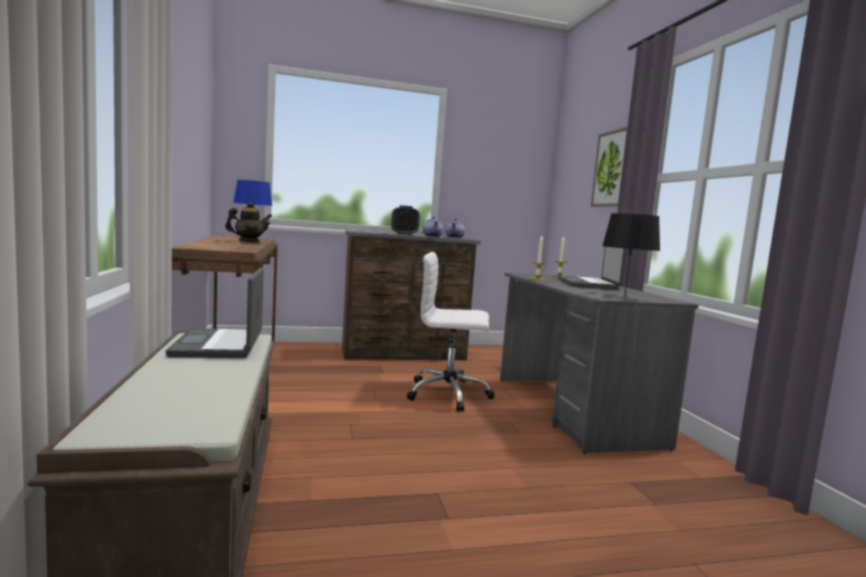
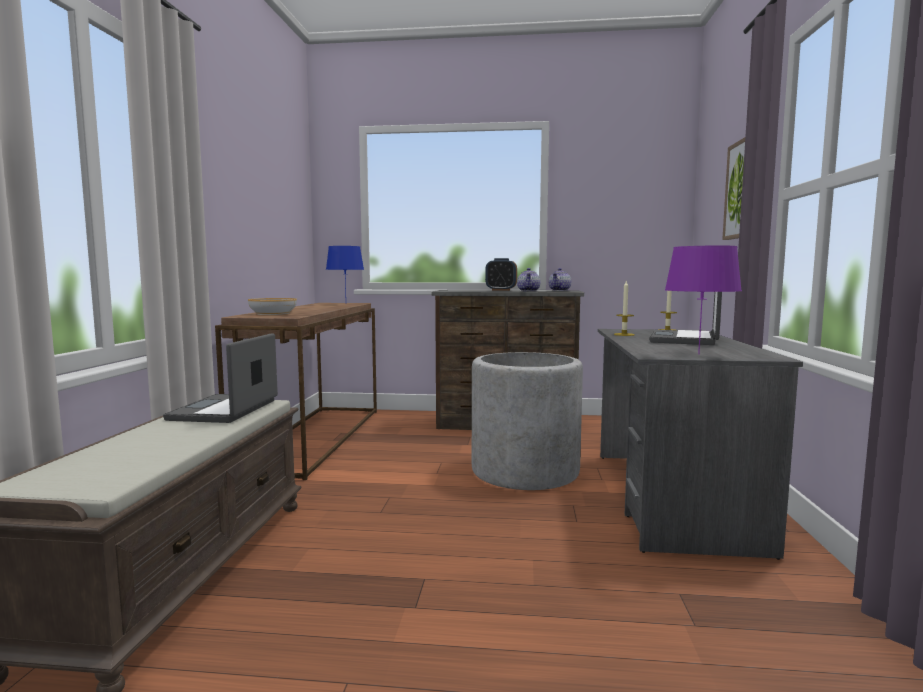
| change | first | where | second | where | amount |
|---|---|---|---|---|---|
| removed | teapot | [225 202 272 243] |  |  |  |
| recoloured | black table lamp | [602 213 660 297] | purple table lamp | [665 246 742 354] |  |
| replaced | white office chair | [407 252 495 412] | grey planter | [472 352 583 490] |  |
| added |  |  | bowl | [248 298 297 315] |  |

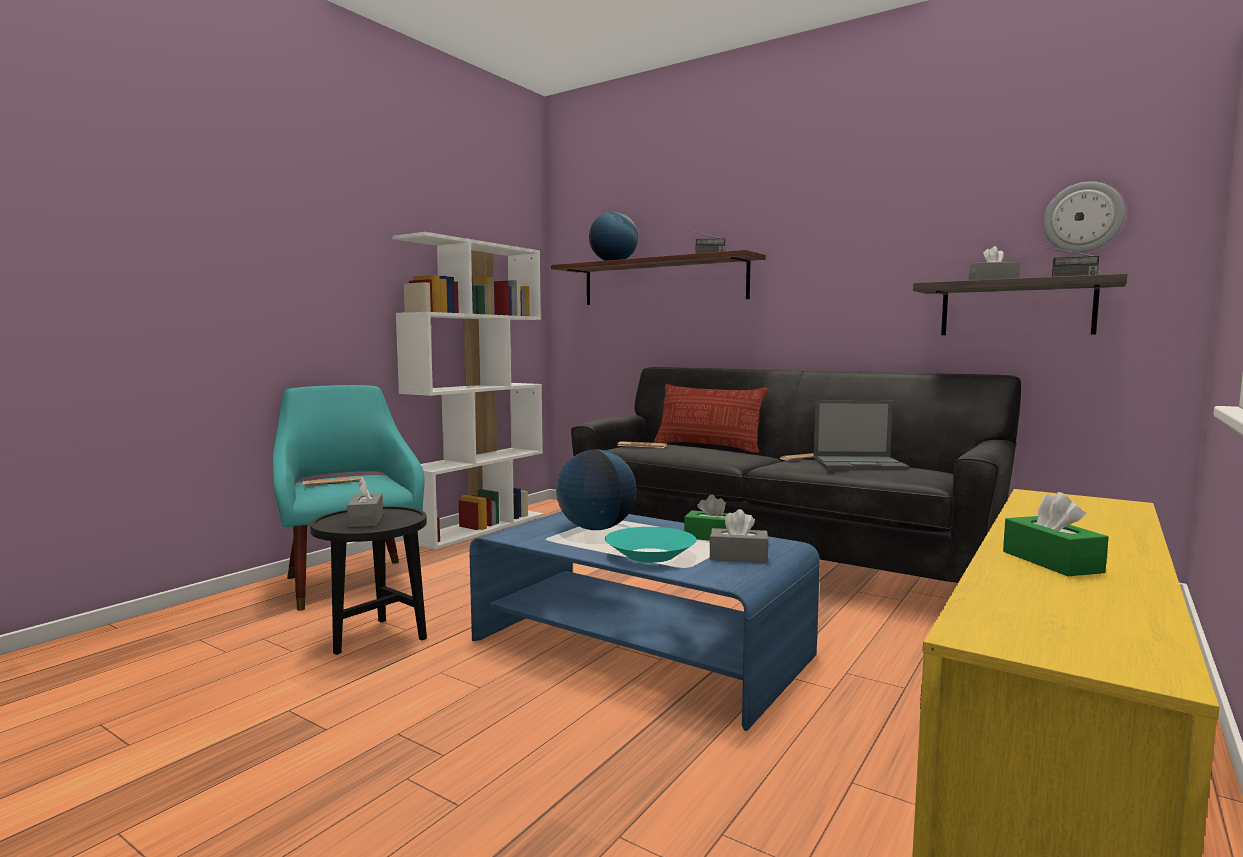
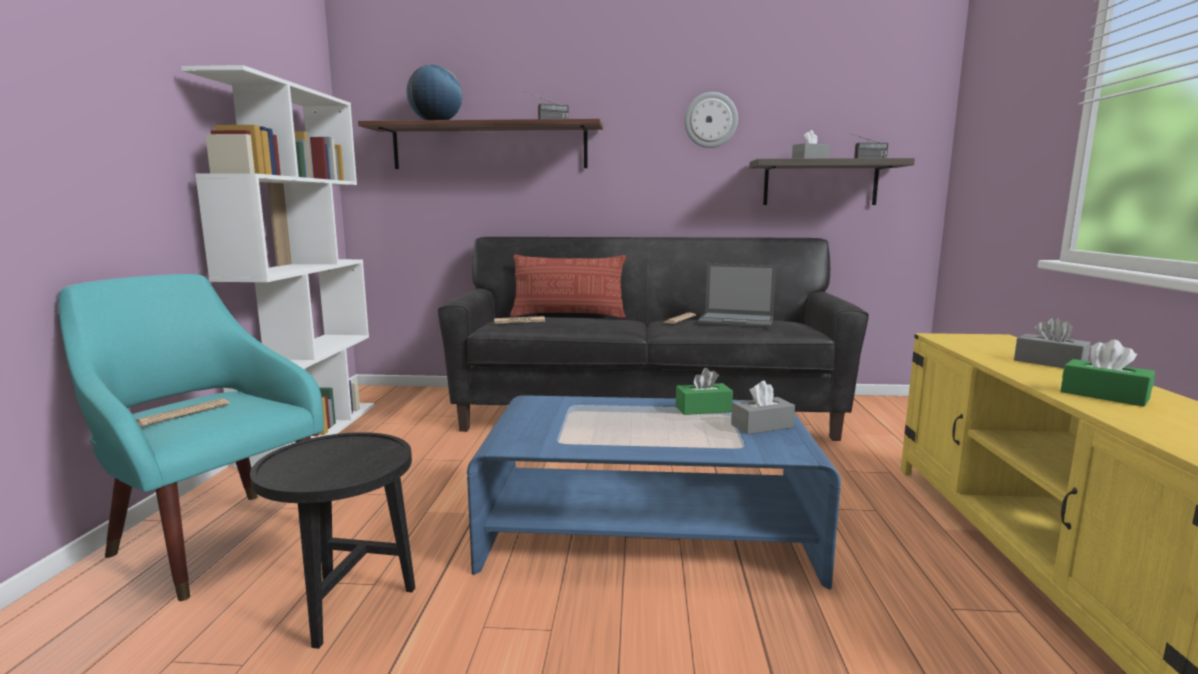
| change | first | where | second | where | amount |
|---|---|---|---|---|---|
| moved | wall clock | [1043 181 1125 253] |  | [684 92 738 148] |  |
| turned | laptop | [813 400 909 469] |  | [698 264 776 327] | 45 degrees clockwise |
| removed | globe | [556 449 637 530] |  |  |  |
| moved | grey tissue box | [347 478 383 527] |  | [1014 317 1091 368] |  |
| removed | turquoise bowl | [605 527 697 563] |  |  |  |

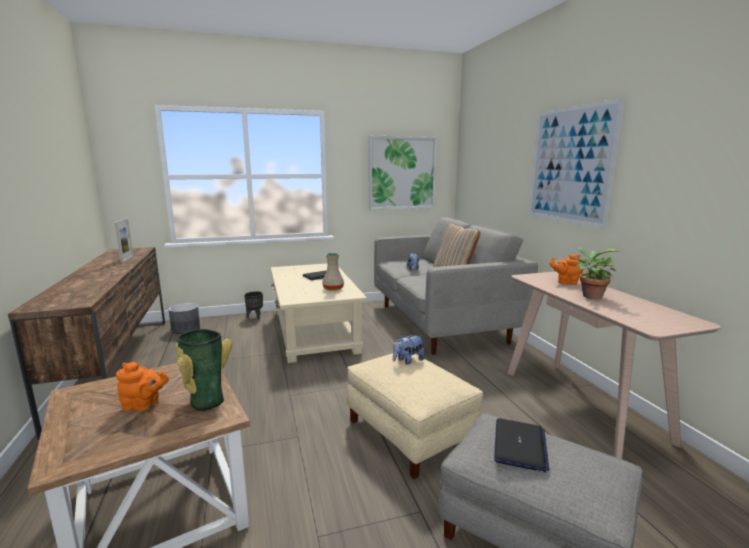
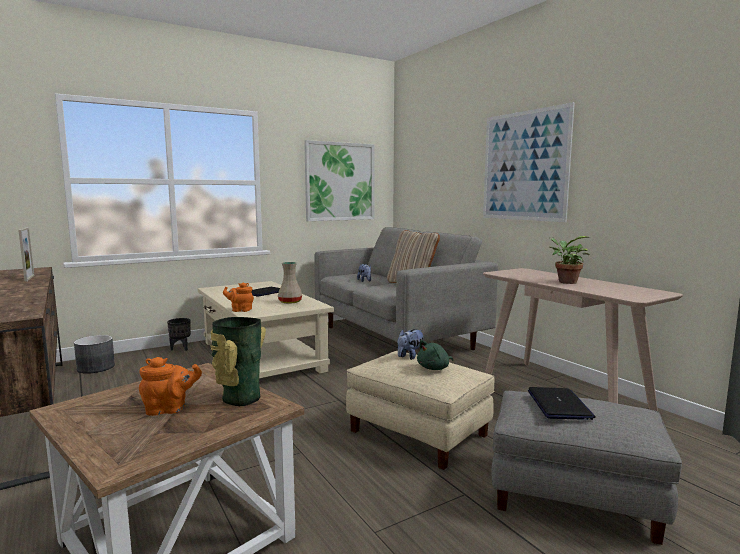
| change | first | where | second | where | amount |
|---|---|---|---|---|---|
| moved | orange teapot | [550 254 583 285] |  | [223 283 254 312] |  |
| added |  |  | green plush toy | [417 340 453 370] |  |

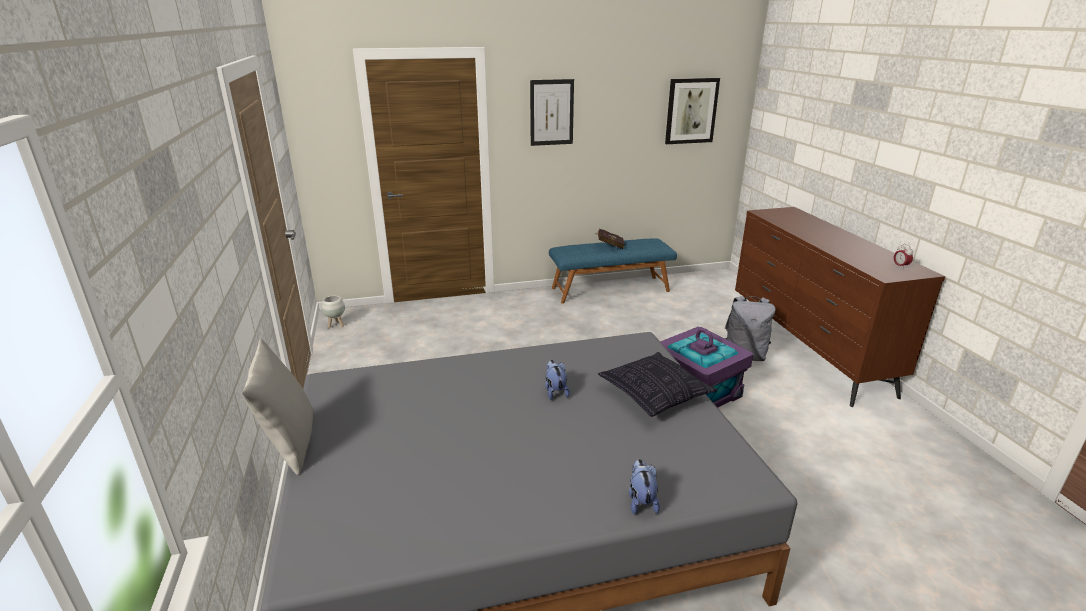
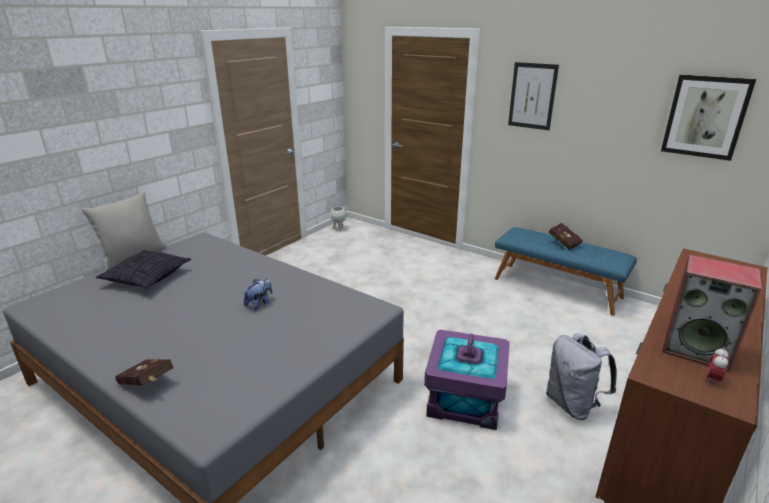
| change | first | where | second | where | amount |
|---|---|---|---|---|---|
| moved | pillow | [598 352 717 417] |  | [96 250 191 289] |  |
| replaced | plush toy | [629 459 660 515] | red book | [115 359 174 386] |  |
| added |  |  | speaker | [662 255 762 372] |  |

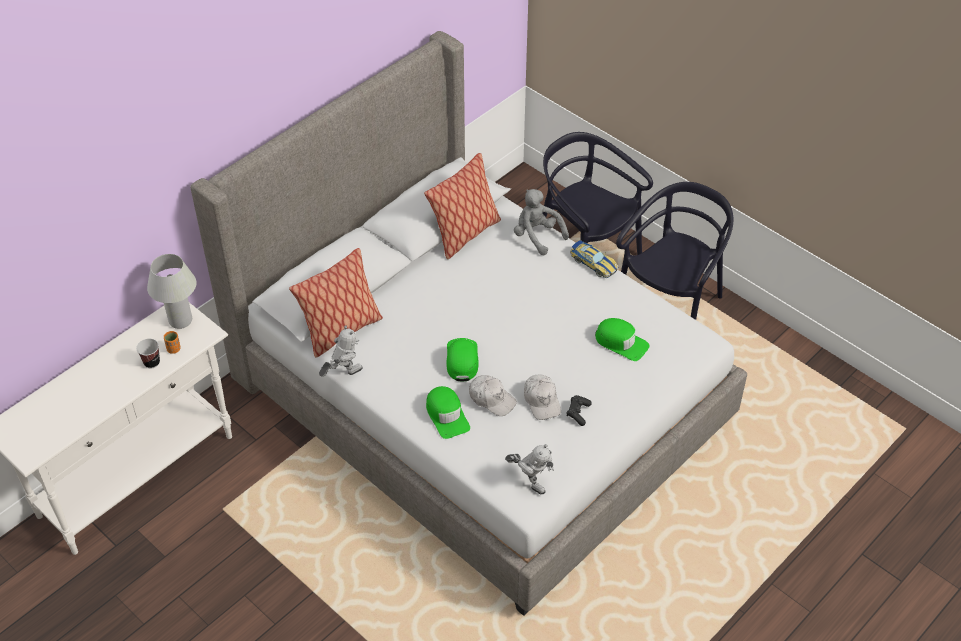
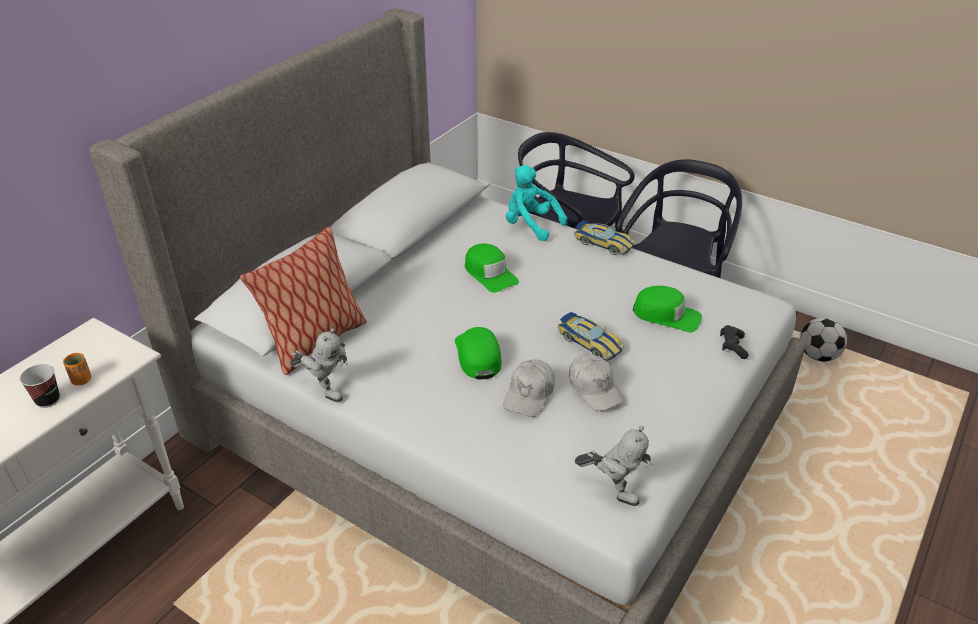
| change | first | where | second | where | amount |
|---|---|---|---|---|---|
| removed | pillow | [424 153 501 259] |  |  |  |
| recoloured | grey plush toy | [514 189 569 256] | turquoise plush toy | [506 165 567 241] |  |
| removed | white table lamp | [147 254 196 329] |  |  |  |
| turned | toy robot | [319 325 362 377] |  | [290 328 348 402] | 75 degrees clockwise |
| turned | white cap | [469 375 517 416] |  | [503 359 555 417] | 90 degrees clockwise |
| moved | green cap | [426 386 470 439] |  | [465 243 519 293] |  |
| moved | black game controller | [567 395 592 426] |  | [720 325 749 359] |  |
| added |  |  | toy car | [558 312 623 361] |  |
| added |  |  | football | [800 318 847 362] |  |

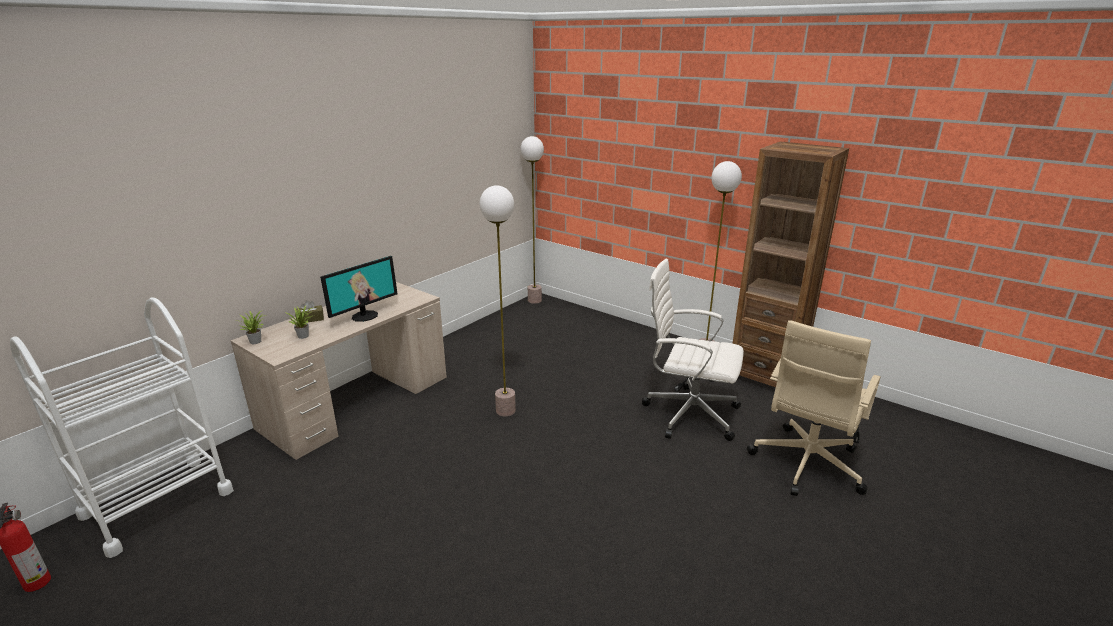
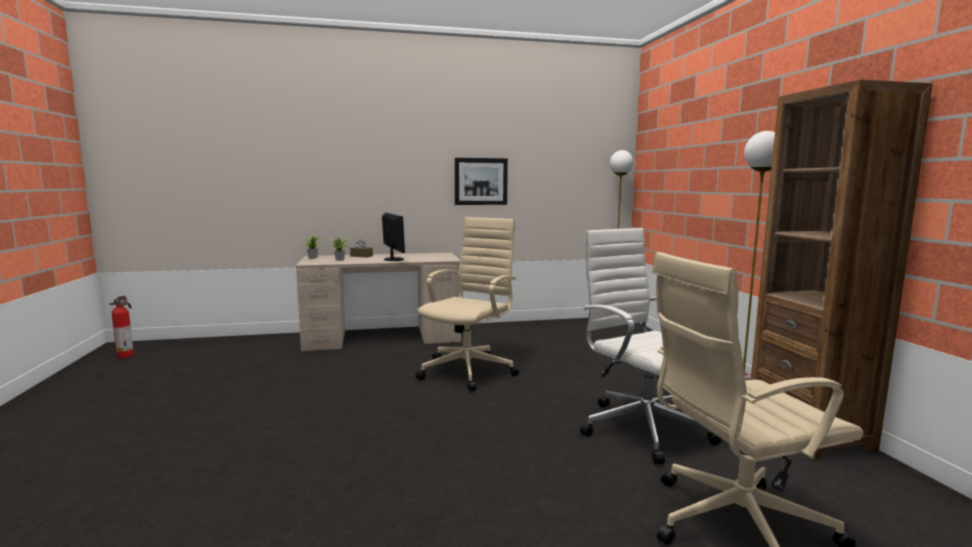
| change | first | where | second | where | amount |
|---|---|---|---|---|---|
| replaced | floor lamp | [480 185 516 416] | beige office chair | [416 217 519 391] |  |
| turned | monitor | [320 256 398 322] |  | [382 213 405 261] | 105 degrees counterclockwise |
| removed | white cart | [10 297 234 558] |  |  |  |
| added |  |  | picture | [455 158 508 205] |  |

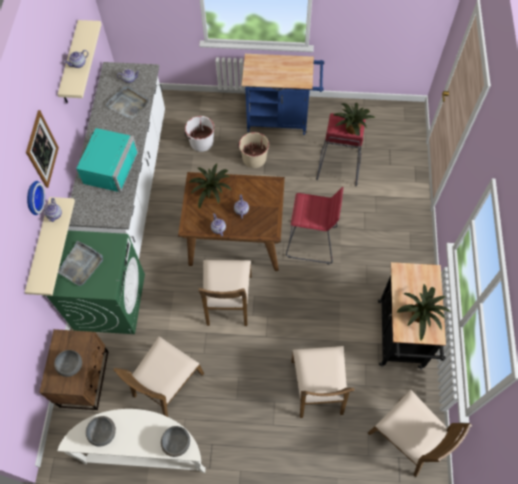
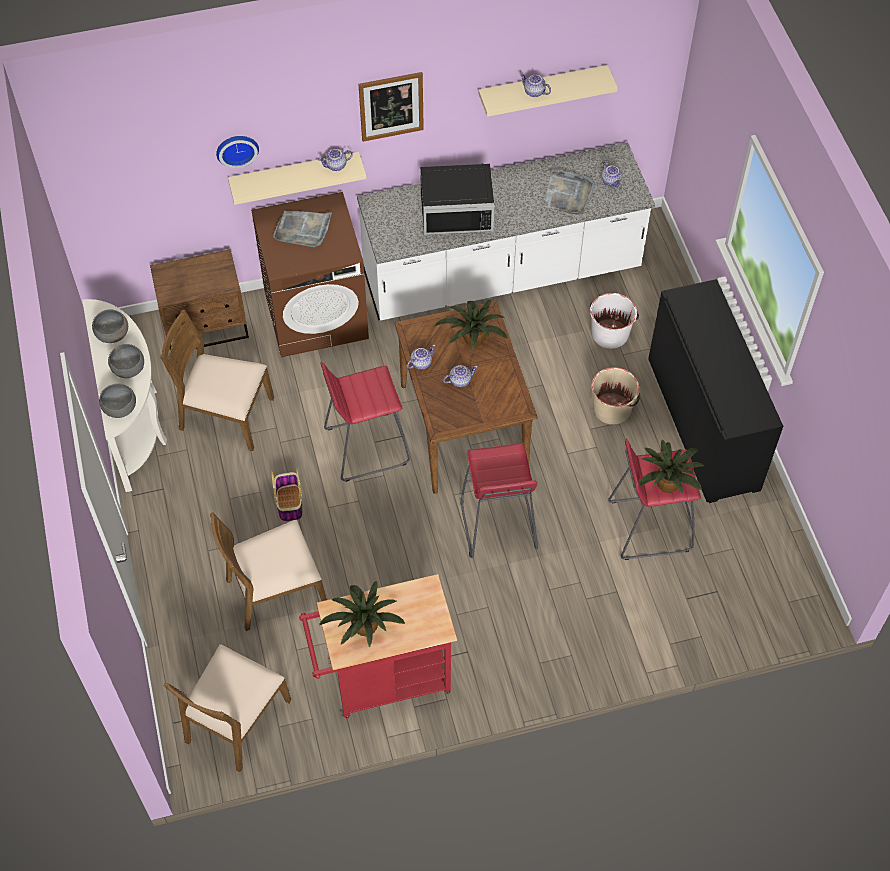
| change | first | where | second | where | amount |
|---|---|---|---|---|---|
| replaced | blue cart | [242 54 324 135] | black cabinet | [648 279 783 503] |  |
| recoloured | turquoise microwave | [76 128 138 192] | black microwave | [420 163 495 235] |  |
| moved | wall clock | [27 181 45 215] |  | [216 136 259 168] |  |
| recoloured | green washing machine | [43 230 145 334] | brown washing machine | [251 192 369 357] |  |
| replaced | brown chair | [199 260 252 326] | red stool | [320 362 410 482] |  |
| recoloured | black cart | [378 262 446 370] | red cart | [299 574 457 719] |  |
| moved | grey bowl | [54 350 82 377] |  | [108 344 144 378] |  |
| added |  |  | basket | [271 468 303 522] |  |

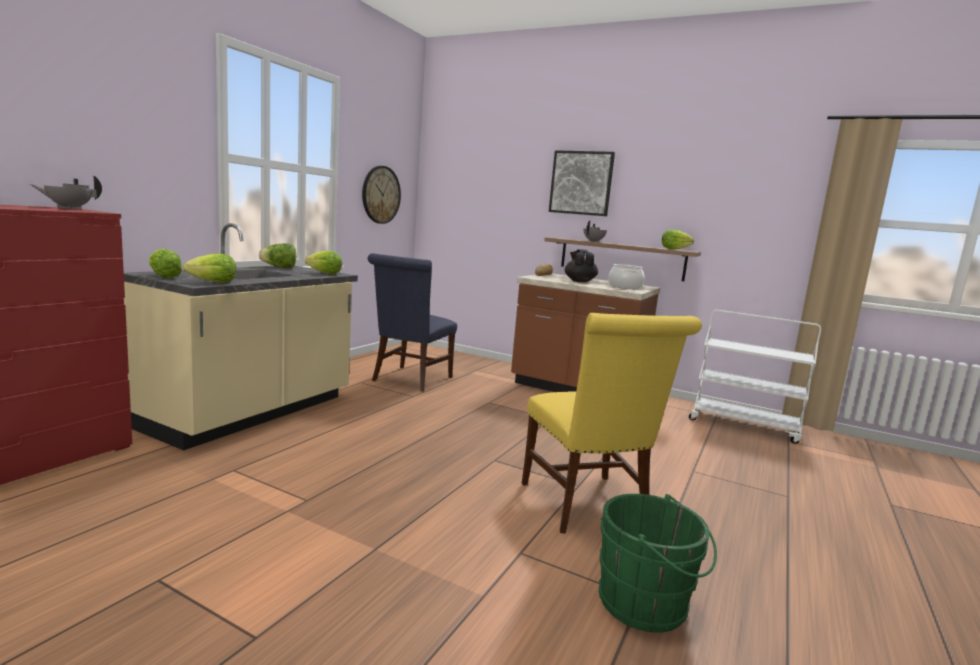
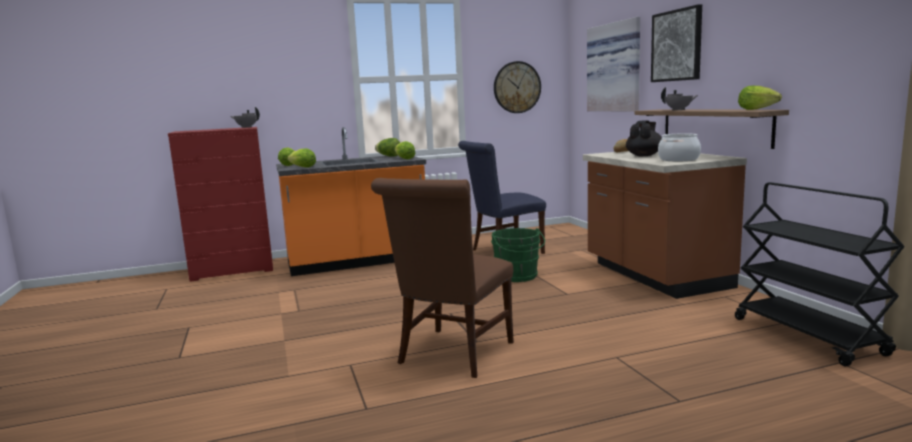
| change | first | where | second | where | amount |
|---|---|---|---|---|---|
| recoloured | beige counter | [124 223 358 450] | orange counter | [276 127 426 276] |  |
| recoloured | white cart | [689 310 821 444] | black cart | [735 182 905 366] |  |
| recoloured | yellow chair | [522 313 702 534] | brown chair | [371 178 514 378] |  |
| moved | green bucket | [599 494 717 633] |  | [491 228 545 282] |  |
| added |  |  | picture | [587 17 640 112] |  |

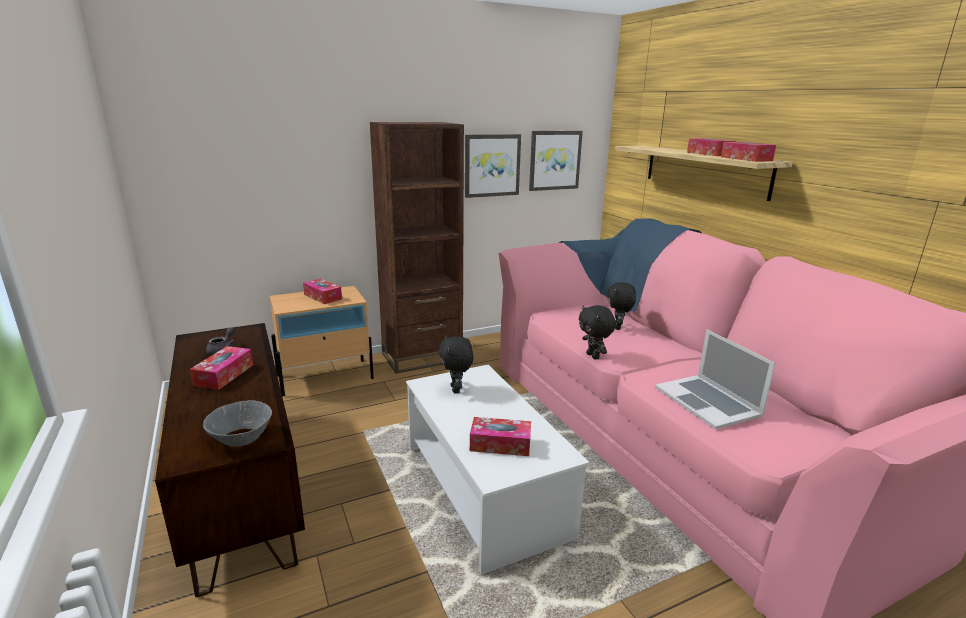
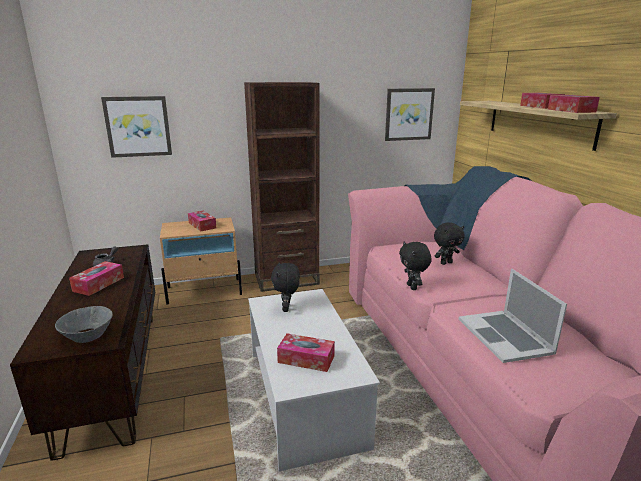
| change | first | where | second | where | amount |
|---|---|---|---|---|---|
| moved | picture | [465 134 521 198] |  | [101 96 172 158] |  |
| turned | black plush toy | [608 281 636 330] |  | [434 222 465 265] | 135 degrees counterclockwise |

